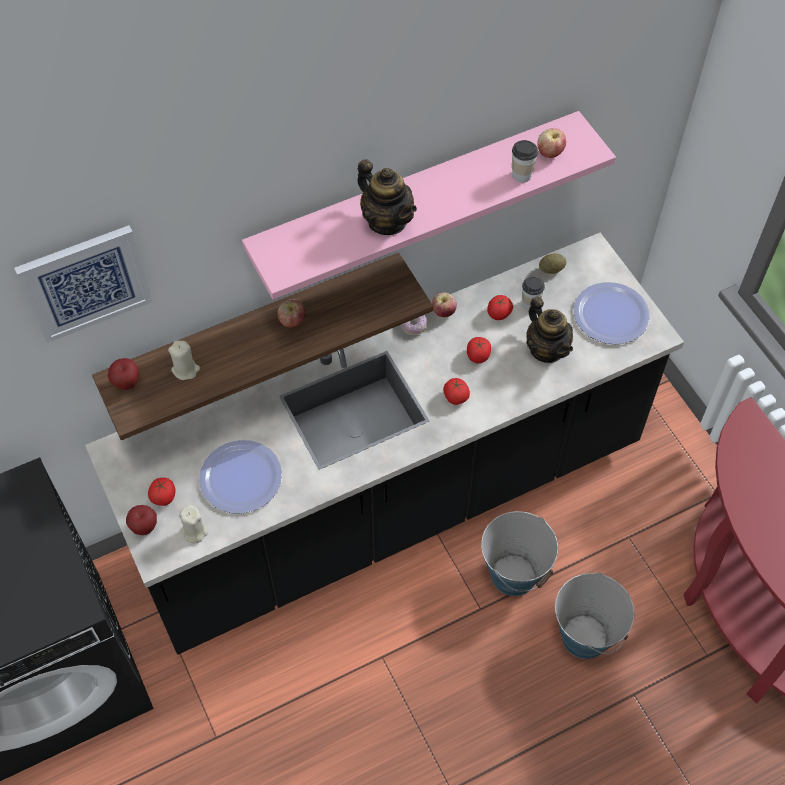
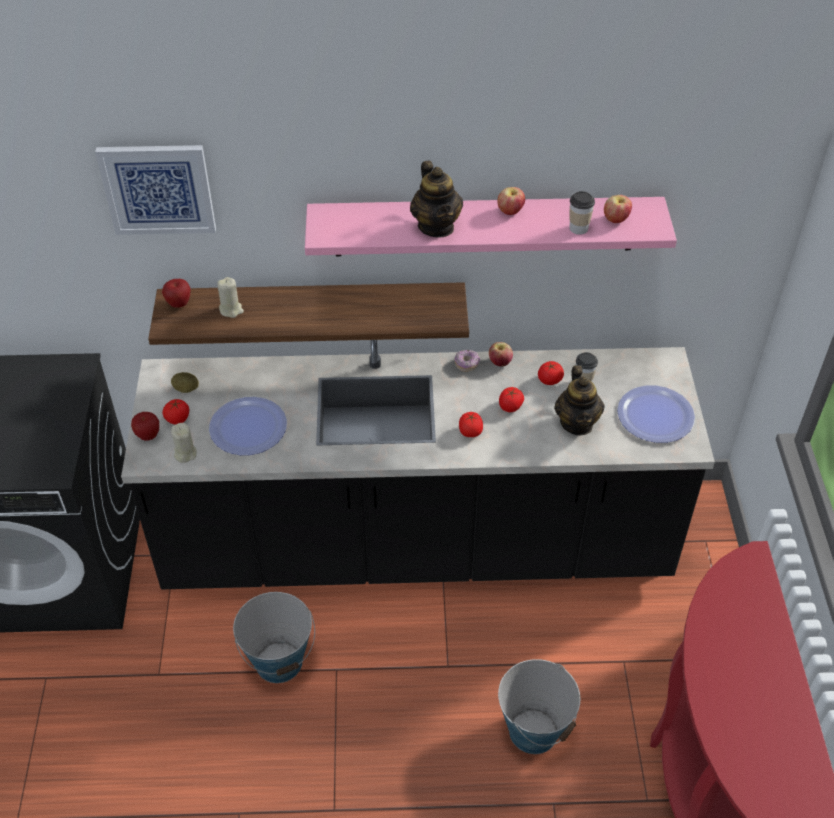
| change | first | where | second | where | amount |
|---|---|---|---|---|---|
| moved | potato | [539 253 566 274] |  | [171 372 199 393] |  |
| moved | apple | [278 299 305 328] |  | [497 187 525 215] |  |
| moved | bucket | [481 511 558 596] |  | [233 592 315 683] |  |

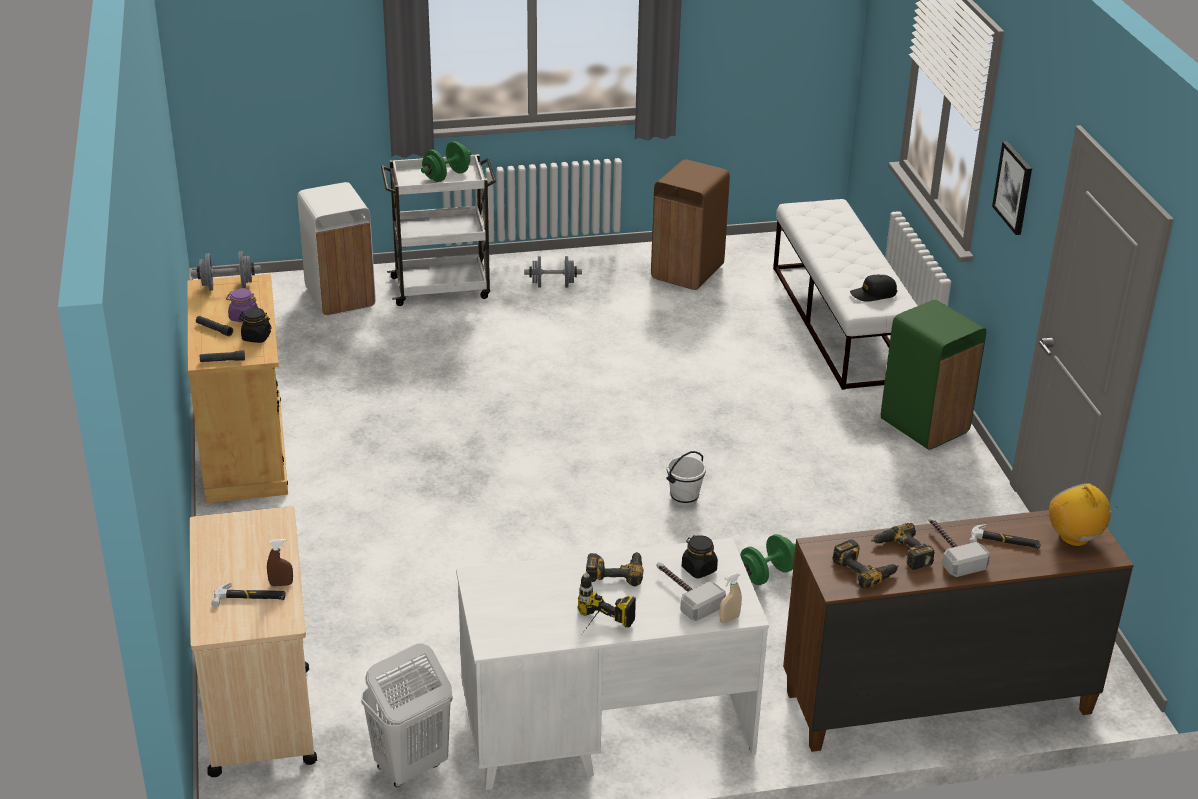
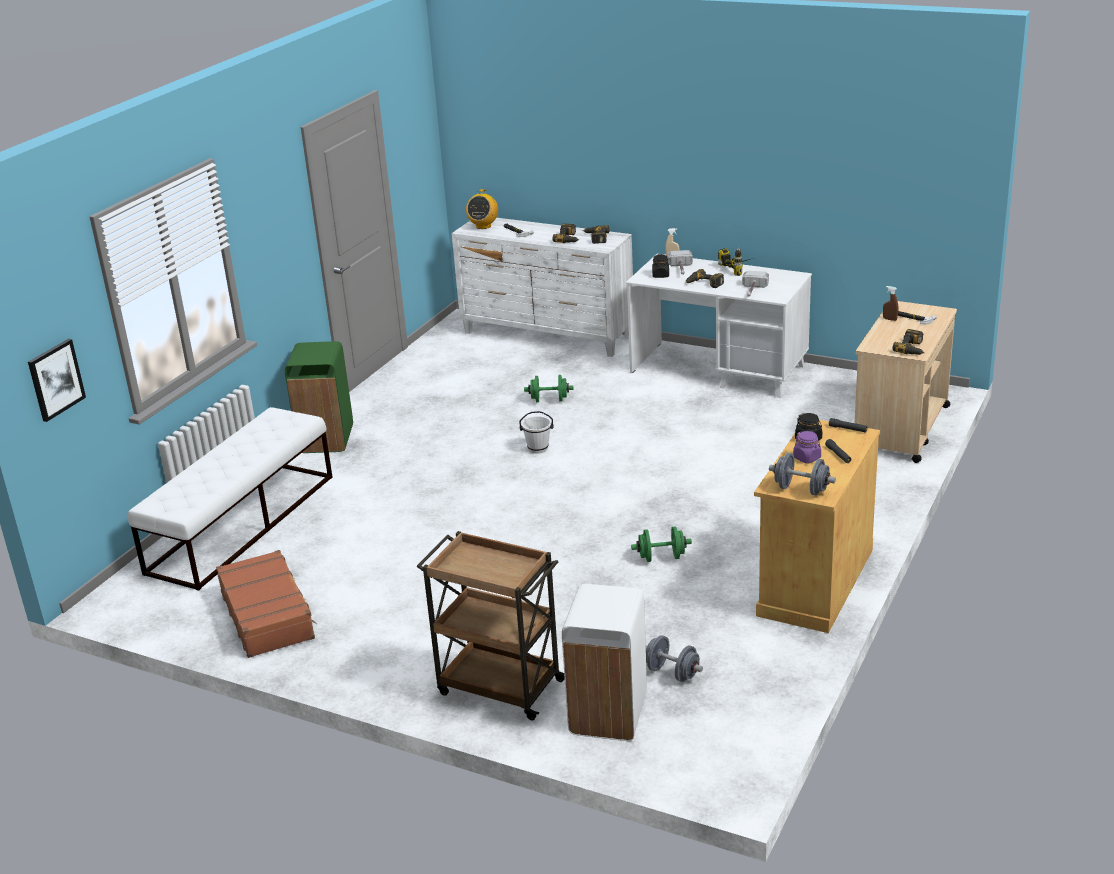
| change | first | where | second | where | amount |
|---|---|---|---|---|---|
| moved | green dumbbell | [421 141 471 182] |  | [631 527 692 562] |  |
| moved | picture | [992 141 1032 235] |  | [28 339 86 422] |  |
| recoloured | white cart | [381 154 496 306] | brown cart | [417 531 565 720] |  |
| replaced | brown trash can | [651 159 730 290] | brown suitcase | [216 550 316 658] |  |
| moved | grey dumbbell | [524 256 582 288] |  | [646 635 703 682] |  |
| removed | black cap | [850 275 898 302] |  |  |  |
| recoloured | brown dresser | [783 510 1134 752] | white dresser | [452 218 633 357] |  |
| moved | hammer | [928 517 990 577] |  | [742 271 769 297] |  |
| removed | white laundry basket | [361 644 453 787] |  |  |  |
| added |  |  | power drill | [892 329 925 355] |  |

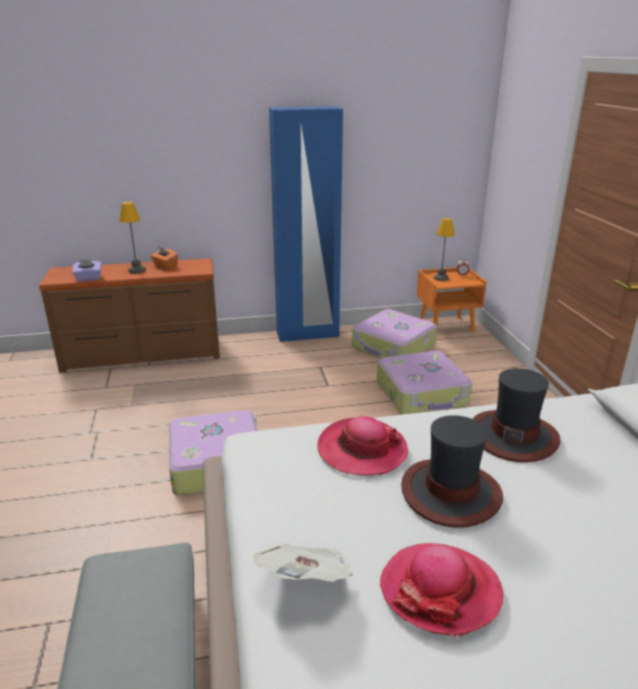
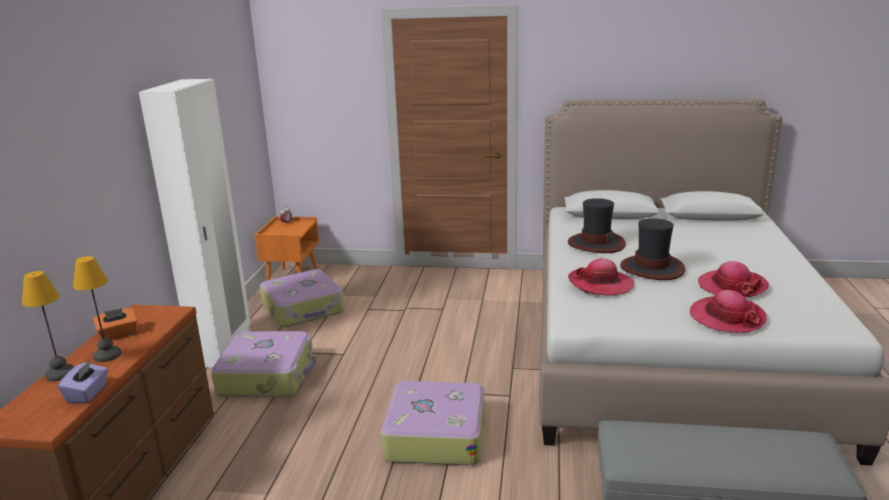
| change | first | where | second | where | amount |
|---|---|---|---|---|---|
| recoloured | blue wardrobe | [269 106 343 342] | white wardrobe | [139 79 251 368] |  |
| moved | table lamp | [434 218 455 281] |  | [22 271 74 381] |  |
| moved | suitcase | [377 351 472 414] |  | [211 331 316 397] |  |
| replaced | newspaper | [253 544 353 582] | hat | [689 290 767 333] |  |

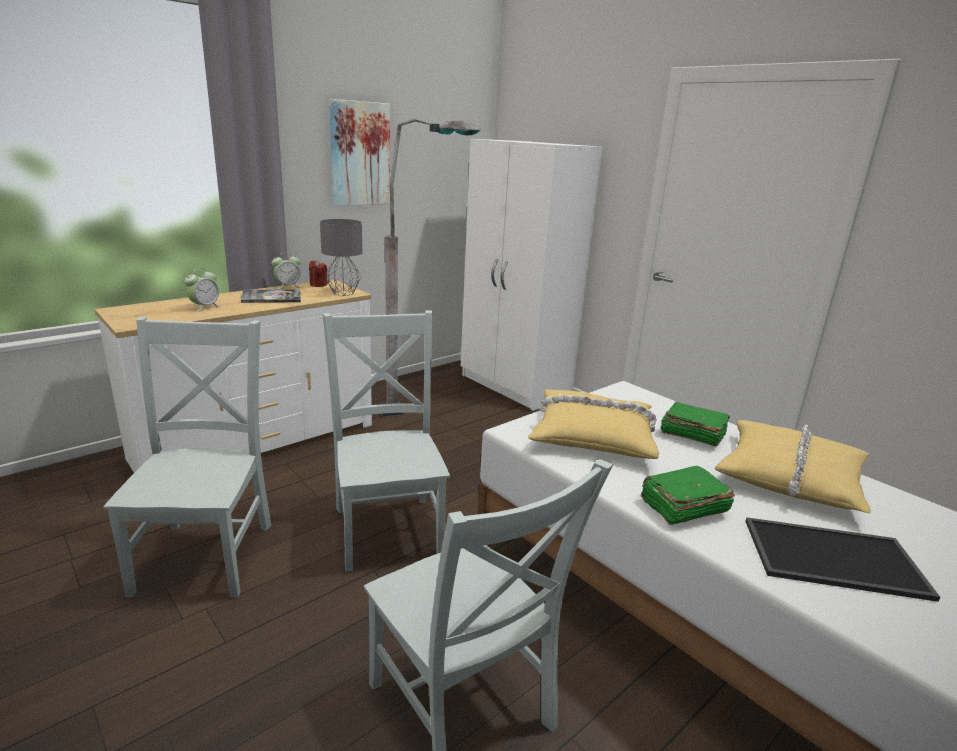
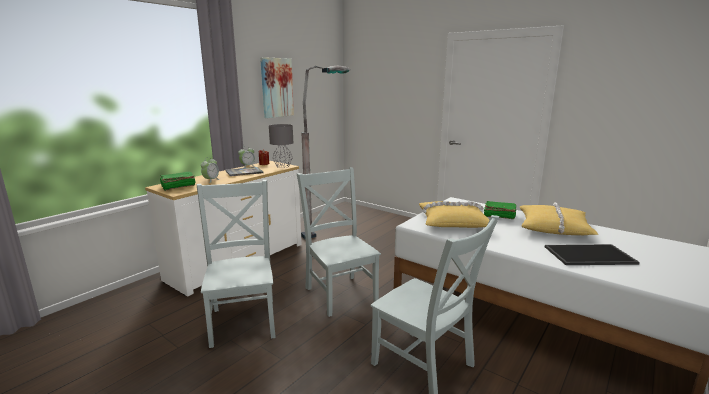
| change | first | where | second | where | amount |
|---|---|---|---|---|---|
| removed | white wardrobe | [461 139 603 411] |  |  |  |
| moved | green book | [641 466 735 525] |  | [160 172 196 191] |  |

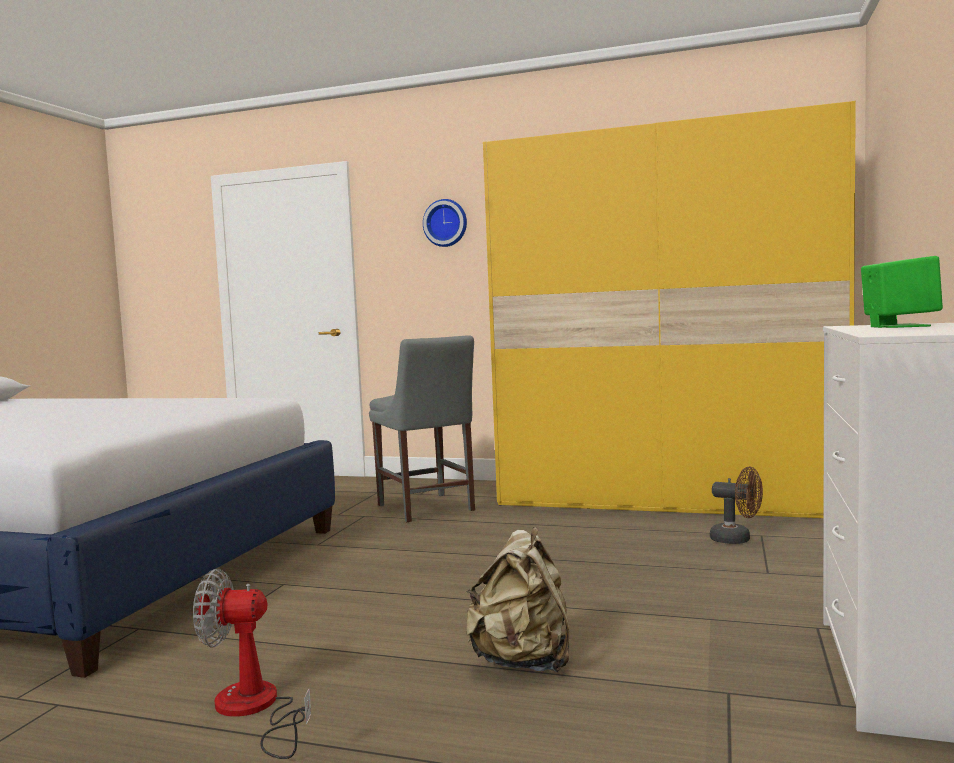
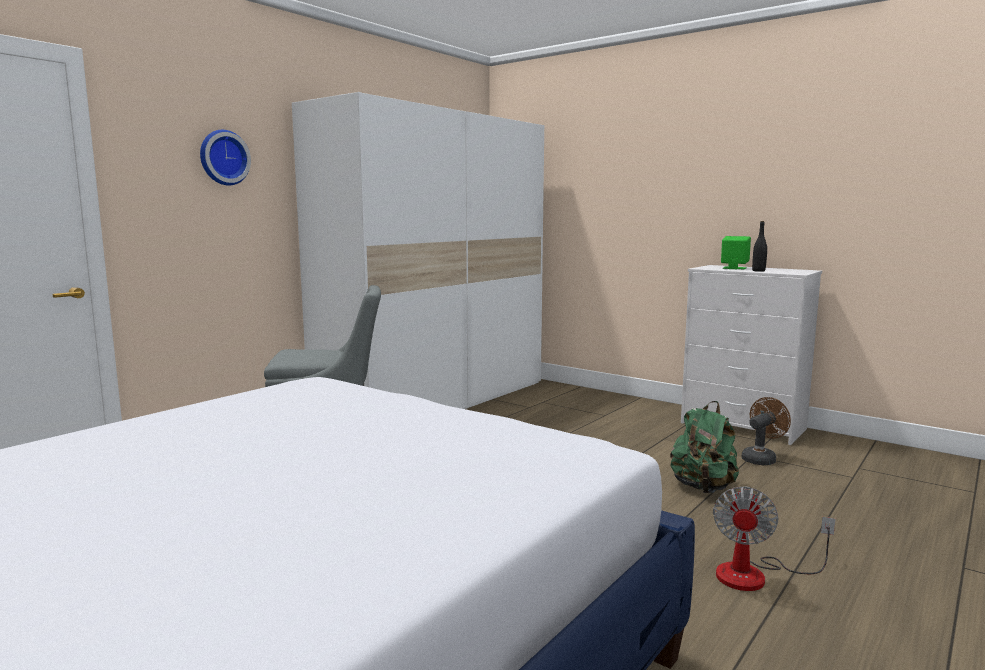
| change | first | where | second | where | amount |
|---|---|---|---|---|---|
| recoloured | yellow wardrobe | [483 101 856 518] | white wardrobe | [292 92 544 409] |  |
| moved | brown fan | [710 467 763 544] |  | [742 397 791 465] |  |
| recoloured | beige backpack | [466 527 569 672] | green backpack | [670 401 739 493] |  |
| added |  |  | black bottle | [752 221 767 272] |  |

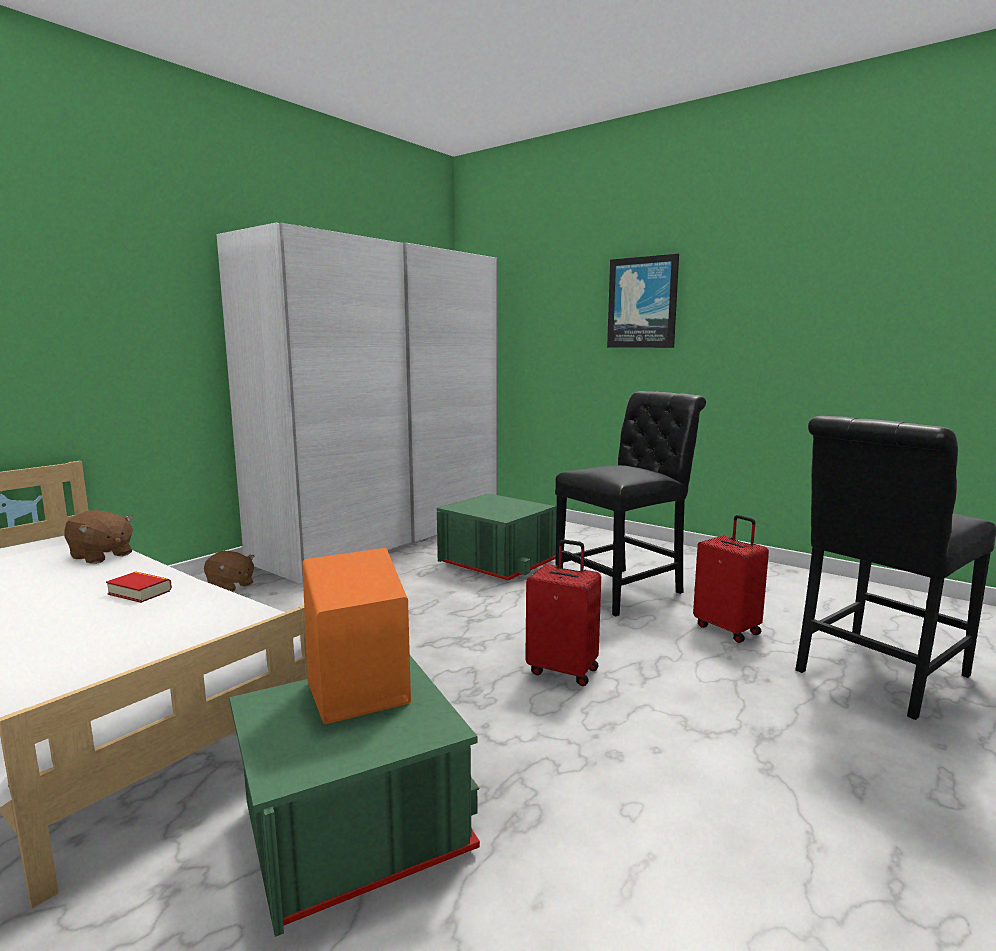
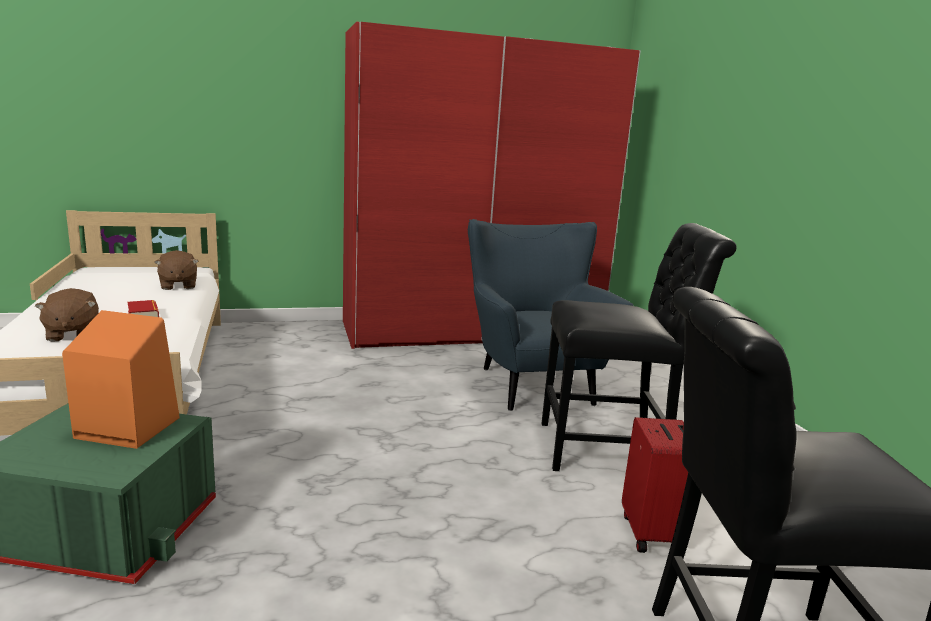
| change | first | where | second | where | amount |
|---|---|---|---|---|---|
| recoloured | white wardrobe | [217 223 497 583] | red wardrobe | [343 21 641 349] |  |
| removed | picture | [607 254 679 348] |  |  |  |
| replaced | green storage box | [437 494 557 581] | blue armchair | [468 219 634 411] |  |
| removed | red suitcase | [525 539 601 686] |  |  |  |
| moved | brown plush toy | [204 551 254 592] |  | [35 288 99 342] |  |

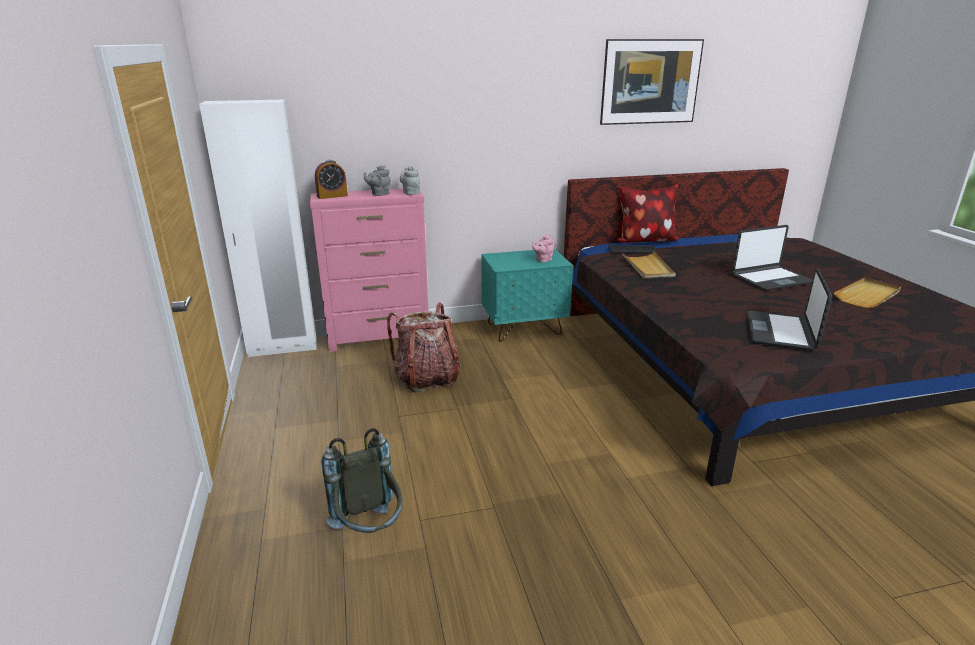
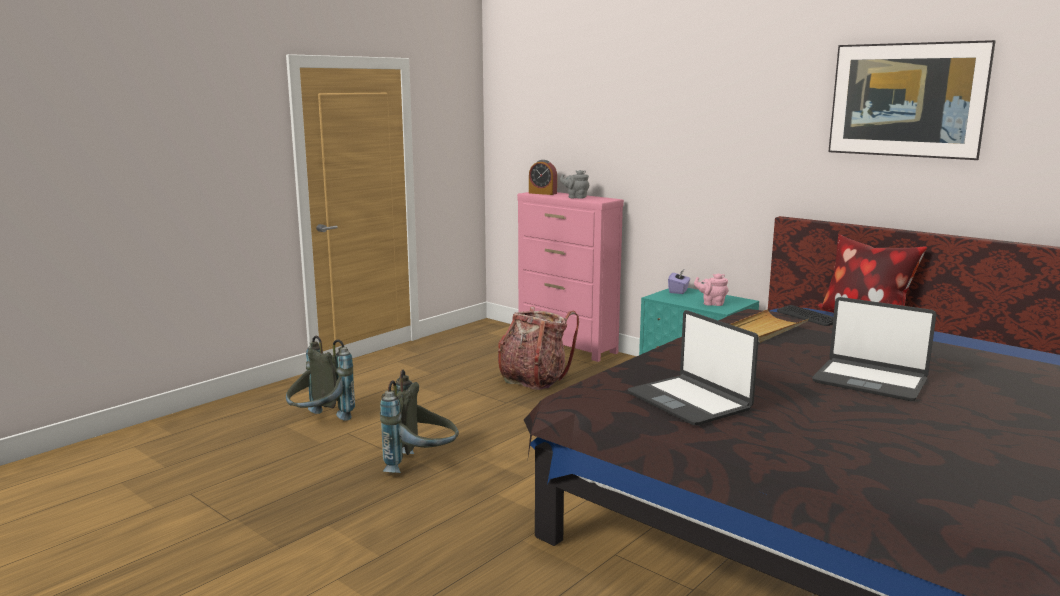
| change | first | where | second | where | amount |
|---|---|---|---|---|---|
| removed | white wardrobe | [199 100 317 357] |  |  |  |
| removed | grey teapot | [400 165 420 195] |  |  |  |
| turned | laptop | [747 268 832 351] |  | [627 310 759 426] | 105 degrees counterclockwise |
| removed | beige tray | [834 278 901 308] |  |  |  |
| added |  |  | purple tissue box | [668 270 690 294] |  |
| added |  |  | grey backpack | [380 370 459 473] |  |

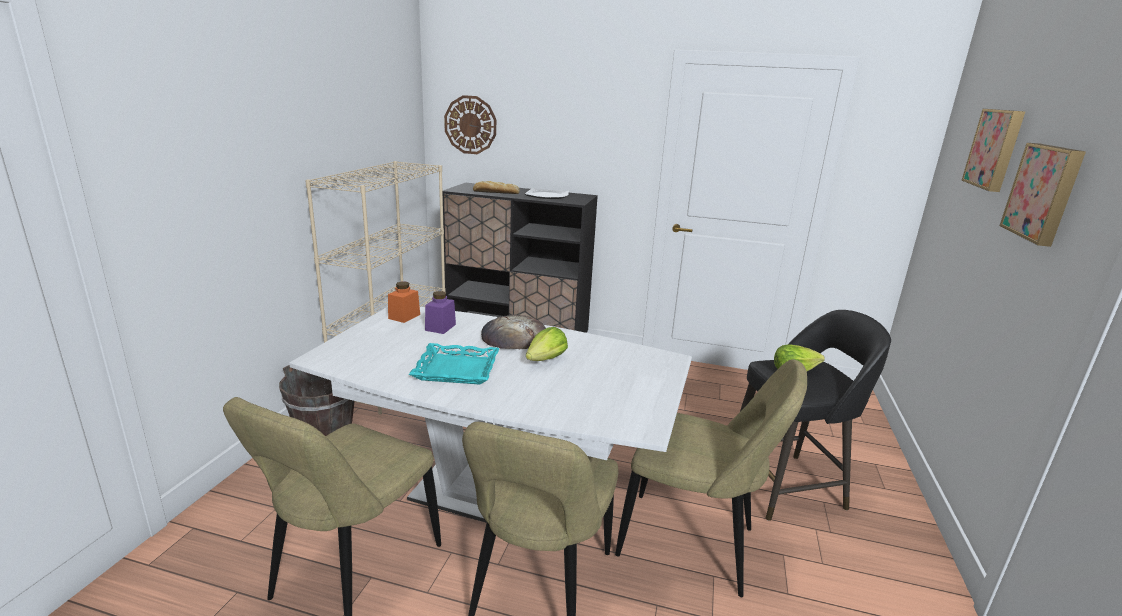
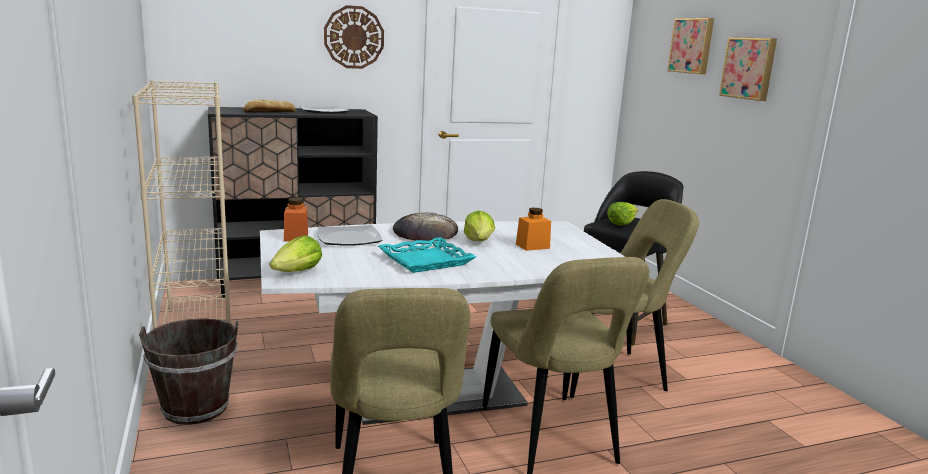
| change | first | where | second | where | amount |
|---|---|---|---|---|---|
| moved | wall clock | [444 95 496 154] |  | [324 5 384 69] |  |
| replaced | purple jar | [425 291 456 334] | plate | [317 225 382 246] |  |
| added |  |  | orange jar | [516 208 551 251] |  |
| added |  |  | lettuce | [270 235 322 272] |  |

